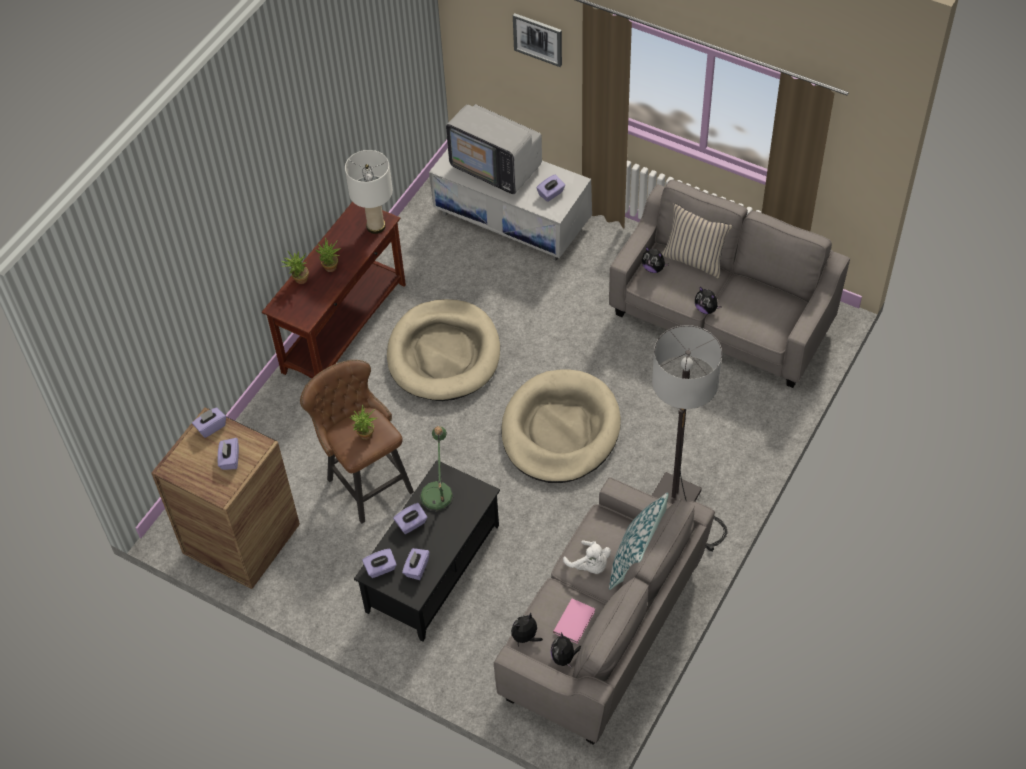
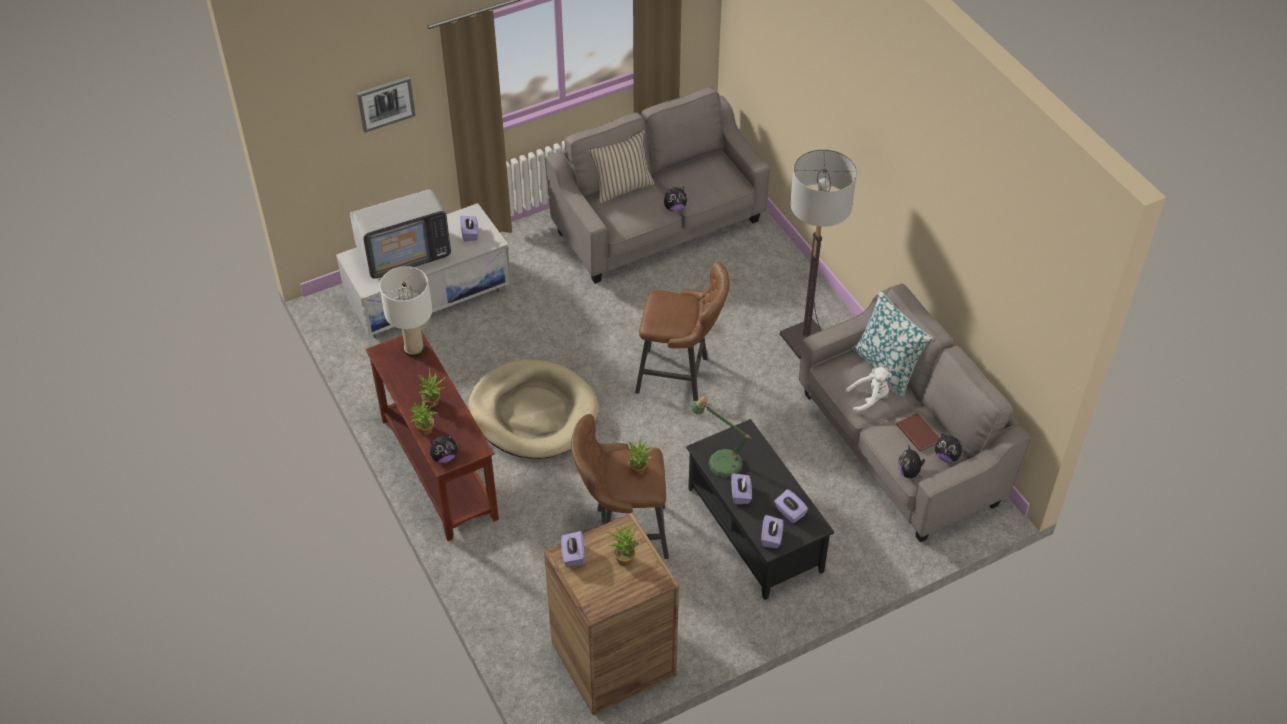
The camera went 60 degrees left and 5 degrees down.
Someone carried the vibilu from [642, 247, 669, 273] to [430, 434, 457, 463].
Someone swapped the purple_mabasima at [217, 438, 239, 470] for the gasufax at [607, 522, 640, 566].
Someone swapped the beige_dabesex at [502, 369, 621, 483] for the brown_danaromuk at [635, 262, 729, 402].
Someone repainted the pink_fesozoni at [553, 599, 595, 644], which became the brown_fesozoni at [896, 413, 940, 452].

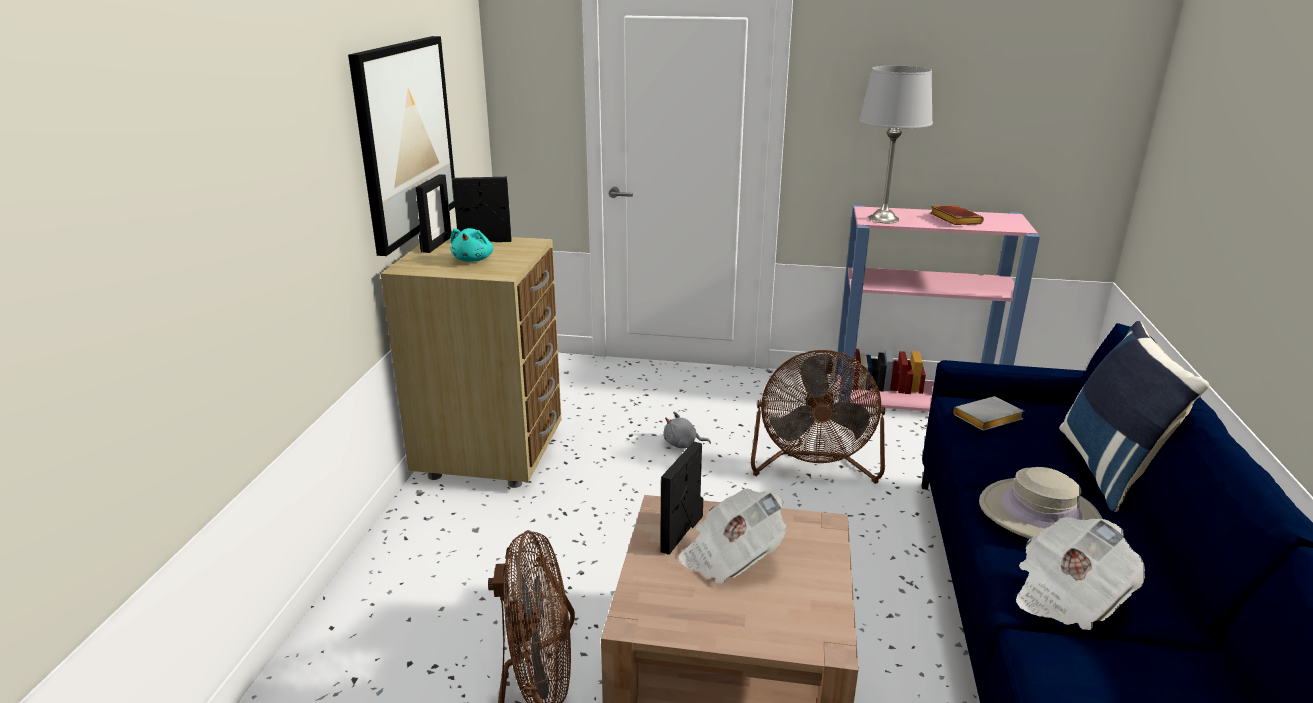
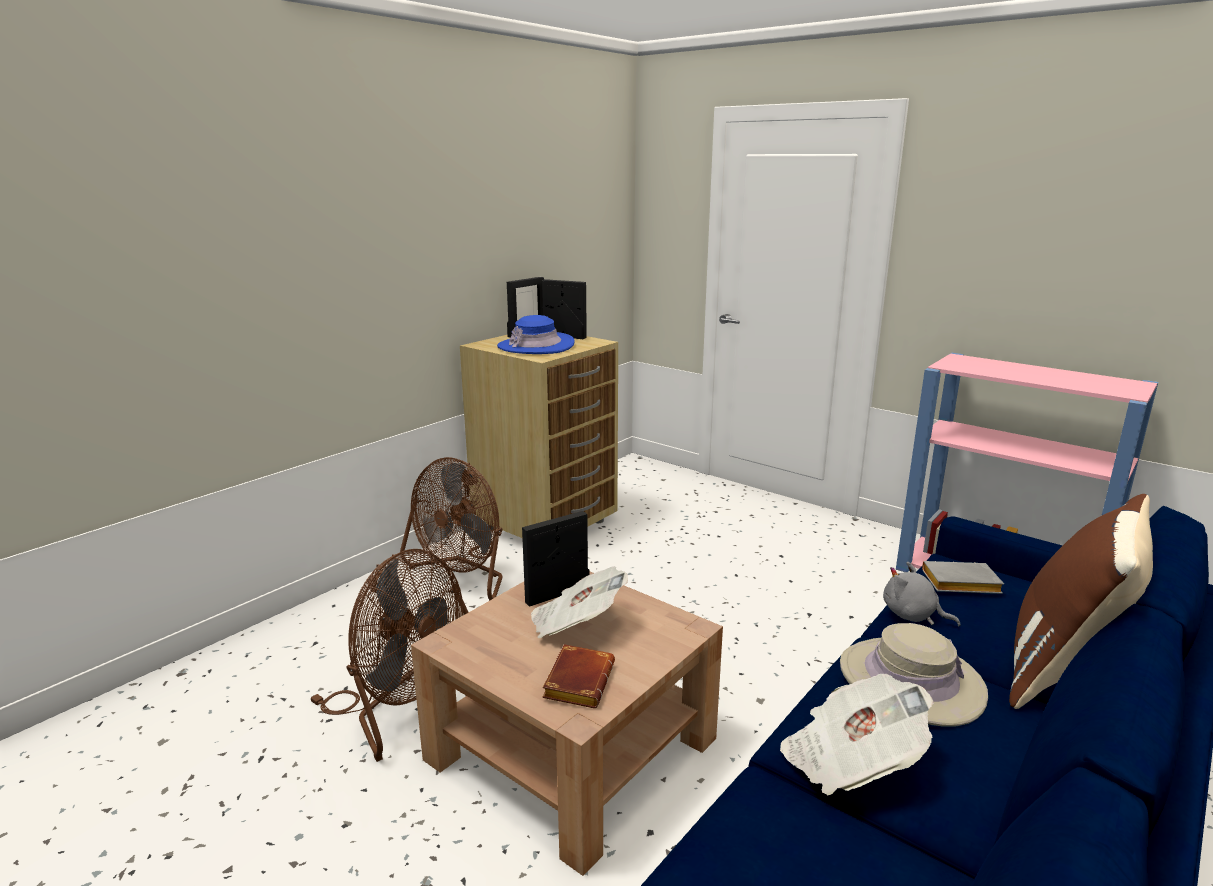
The camera went 30 degrees right and 5 degrees down.
Someone took away the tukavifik at [348, 36, 455, 256].
Someone took away the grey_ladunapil at [859, 66, 933, 223].
Someone carried the grey_vibilu from [663, 412, 711, 448] to [883, 562, 961, 626].
Someone carried the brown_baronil from [751, 350, 885, 484] to [400, 457, 503, 601].
Someone carried the brown_fesozoni from [930, 205, 984, 225] to [542, 644, 615, 708].
Someone swapped the turquoise_vibilu at [451, 228, 493, 262] for the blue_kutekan at [497, 315, 575, 354].
Someone repainted the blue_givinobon at [1059, 321, 1209, 512], which became the brown_givinobon at [1009, 494, 1153, 709].

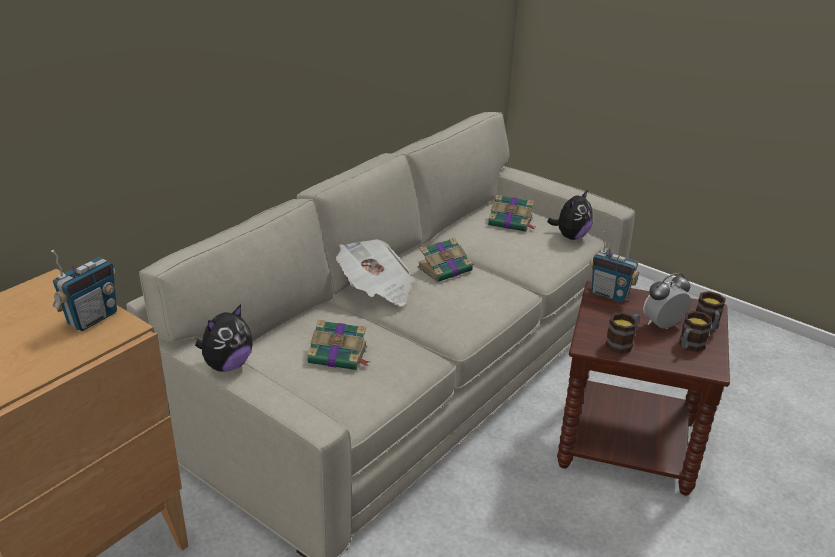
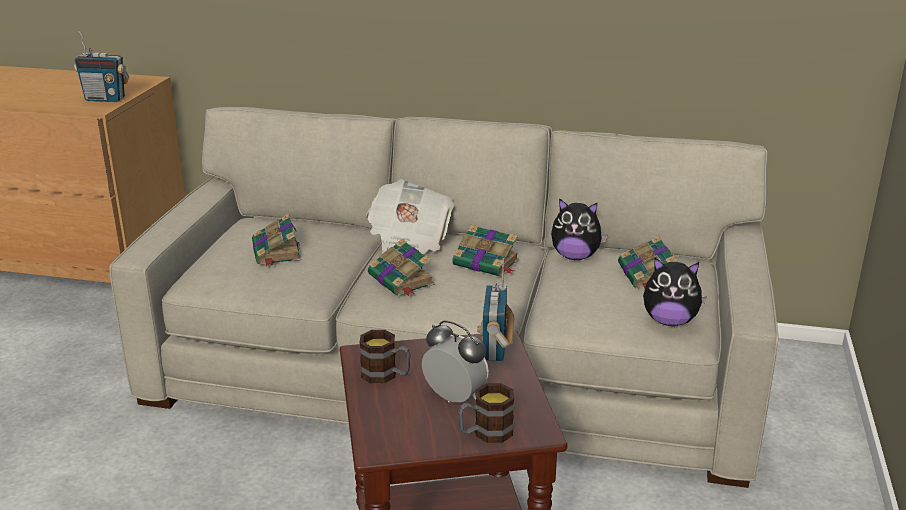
The camera went 65 degrees right and 5 degrees down.
Someone took away the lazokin at [679, 311, 712, 352].
Someone put down the fesozoni at [368, 239, 435, 296].
Someone carried the vibilu from [195, 304, 252, 372] to [551, 198, 608, 260].

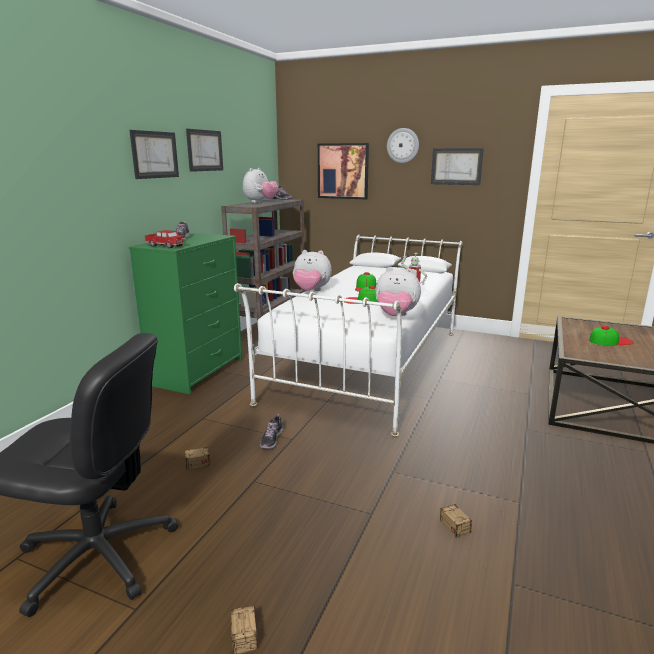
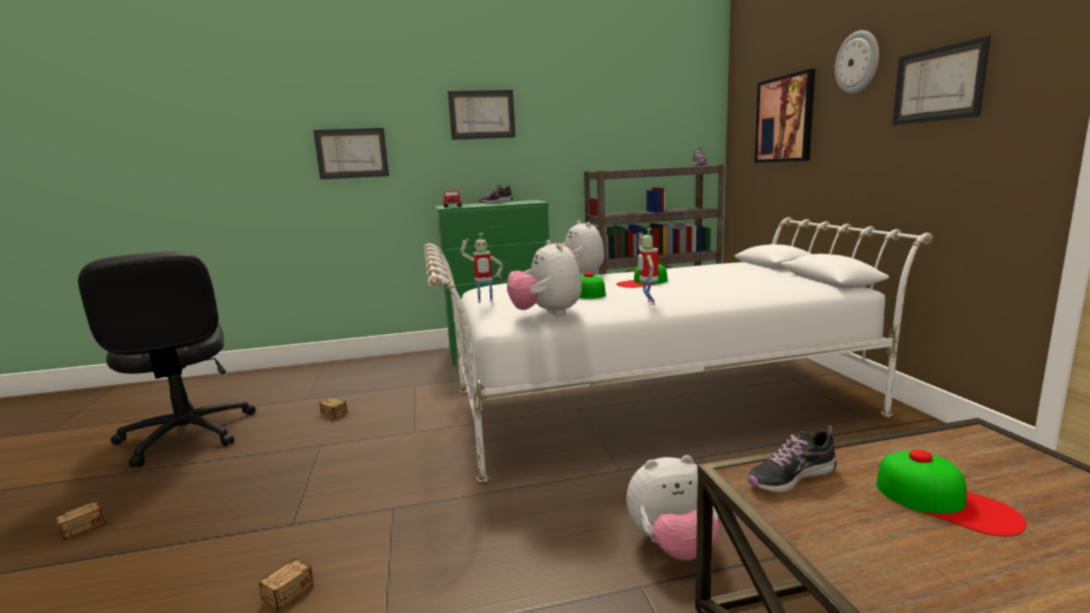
The camera went 55 degrees right and 5 degrees down.
Someone put down the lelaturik at [460, 233, 504, 303].
Someone carried the tukavifik from [186, 129, 223, 172] to [313, 128, 389, 179].
Someone carried the vibilu from [243, 168, 278, 203] to [626, 455, 719, 560].
Someone carried the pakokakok from [260, 413, 283, 449] to [747, 426, 837, 492].

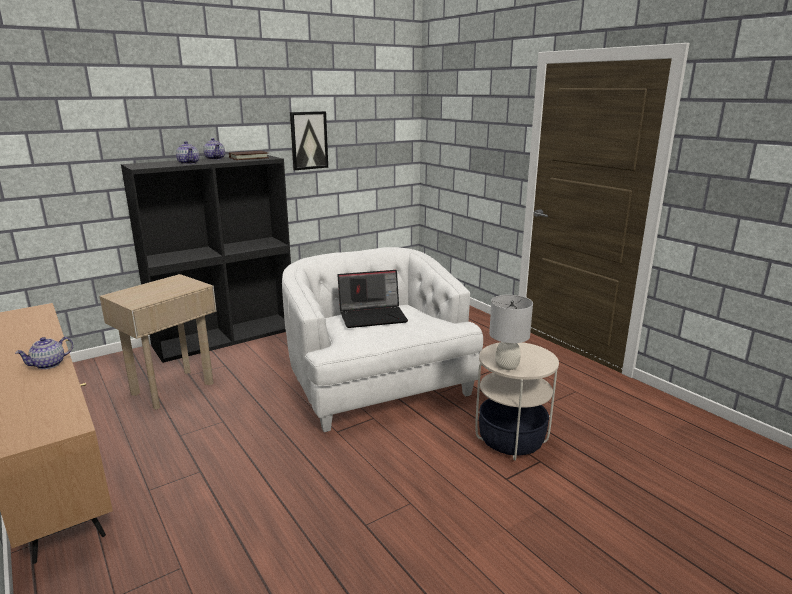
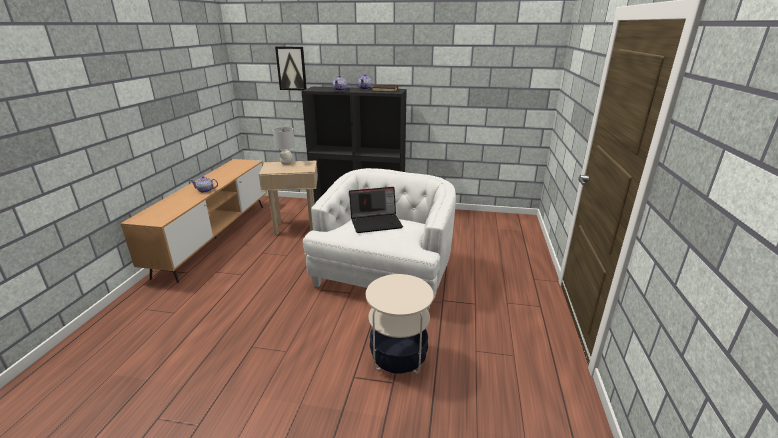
The camera went 45 degrees right and 5 degrees up.
Someone carried the tukavifik from [290, 111, 328, 170] to [275, 46, 307, 90].
Someone carried the grey_ladunapil from [489, 295, 533, 370] to [273, 127, 295, 165].
Someone rotated the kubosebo at [337, 270, 408, 328] by 45 degrees counterclockwise.

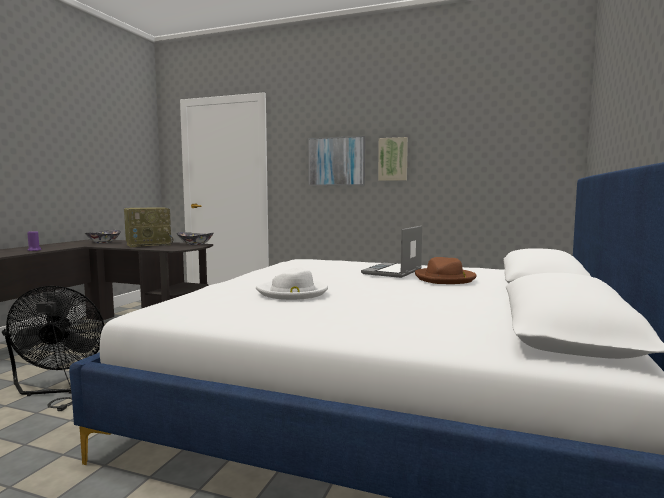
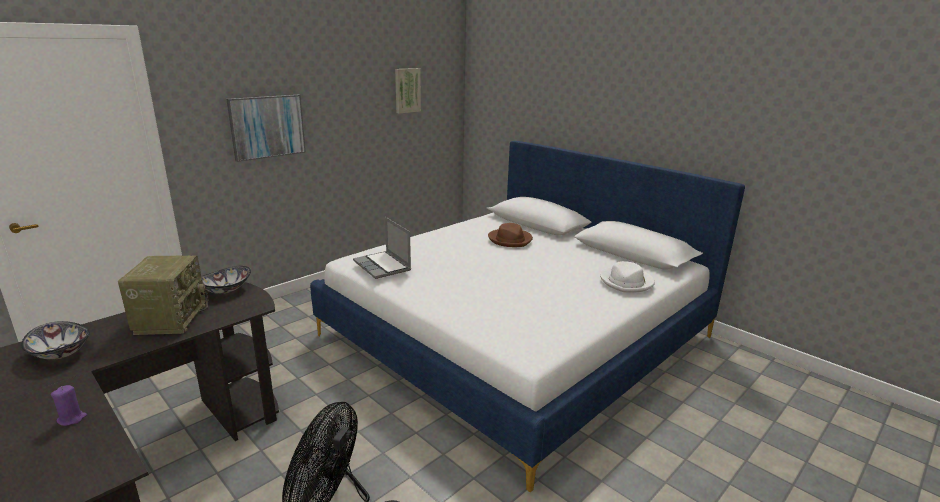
The camera went 65 degrees left and 15 degrees up.
Someone carried the white_kutekan from [256, 267, 328, 300] to [600, 261, 655, 293].
Someone carried the kubosebo from [361, 226, 422, 278] to [353, 217, 411, 279].
Someone carried the tukavifik from [378, 137, 408, 181] to [395, 68, 421, 114].

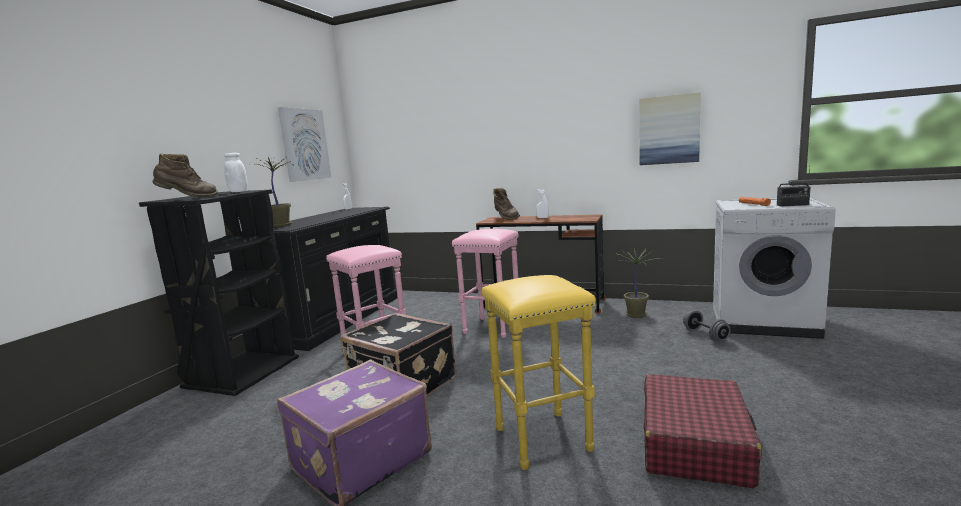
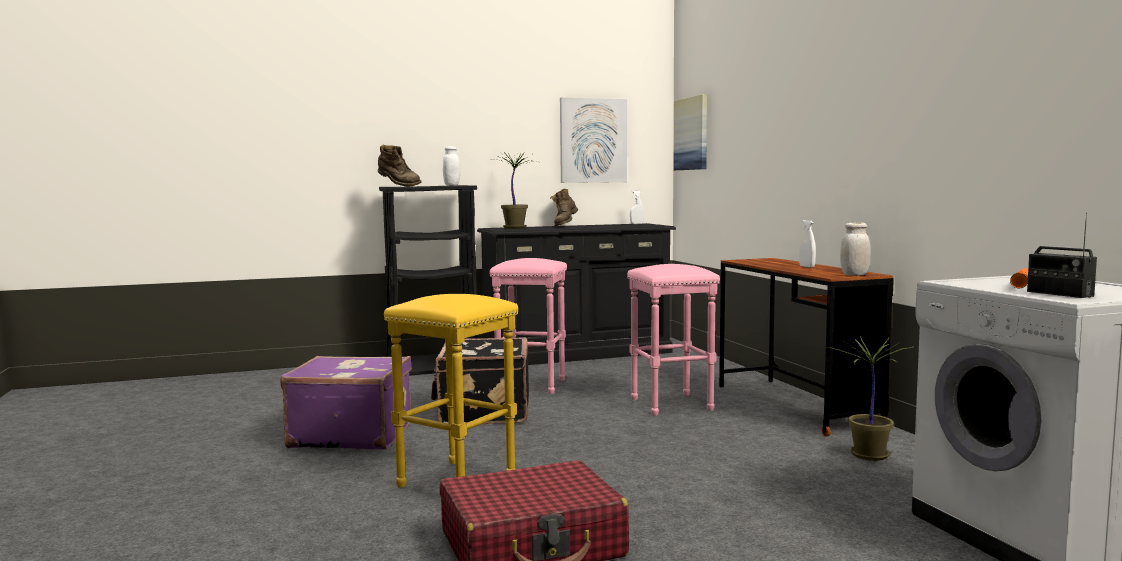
The camera went 50 degrees right and 5 degrees down.
Someone took away the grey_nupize at [683, 310, 731, 342].
Someone put down the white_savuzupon at [840, 223, 870, 276].
Someone carried the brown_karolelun from [493, 188, 520, 220] to [550, 189, 578, 227].
Someone carried the tukavifik from [639, 92, 701, 165] to [674, 94, 707, 170].

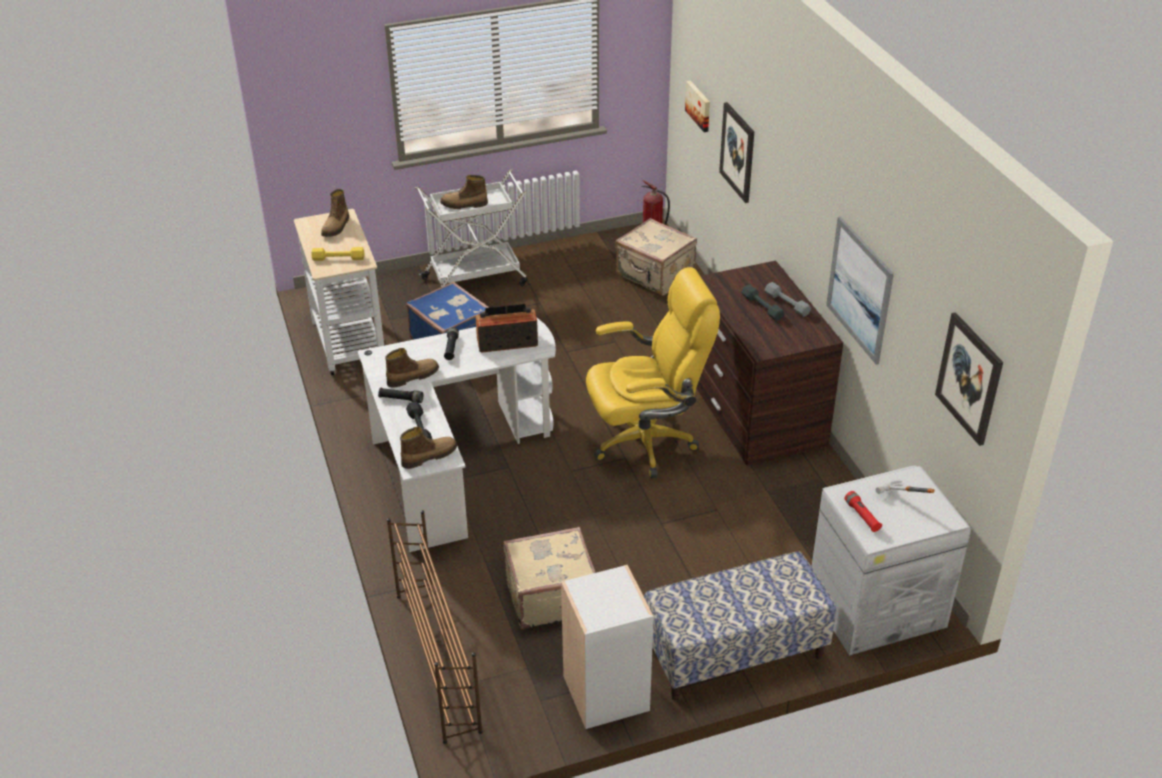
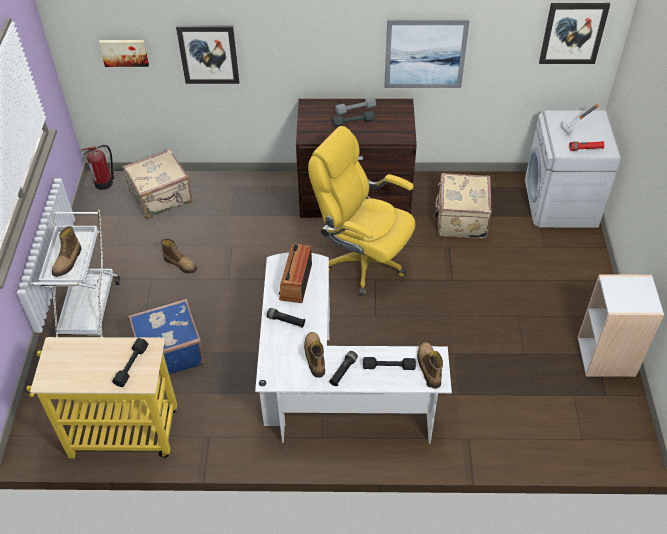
The camera went 70 degrees left and 10 degrees up.
Someone took away the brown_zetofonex at [387, 510, 483, 744].
Someone took away the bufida at [644, 551, 836, 700].
Someone carried the karolelun from [321, 189, 349, 237] to [161, 238, 197, 273].
Someone carried the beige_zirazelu from [503, 527, 596, 630] to [434, 173, 492, 239].
Someone repainted the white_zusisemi at [294, 209, 384, 375], which became the yellow_zusisemi at [27, 337, 177, 458].
Someone repainted the yellow_nupize at [311, 247, 364, 261], which became the black_nupize at [112, 338, 148, 387].
Someone rotated the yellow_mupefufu at [586, 267, 720, 478] by 60 degrees counterclockwise.

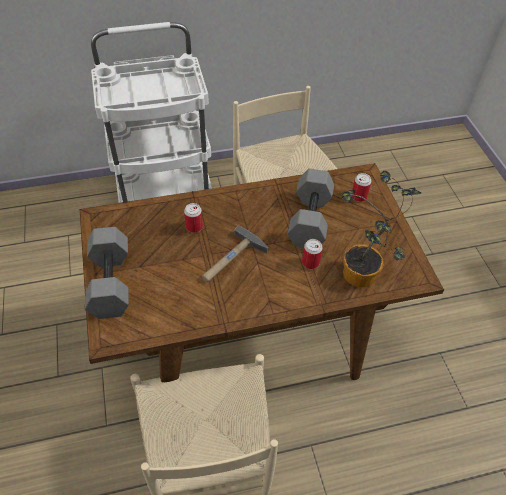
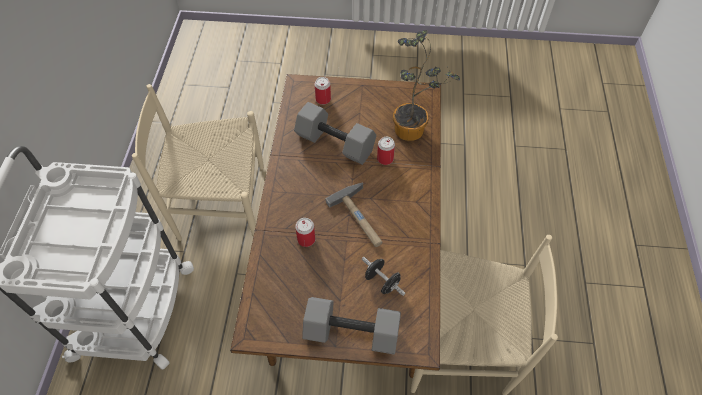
The camera went 70 degrees left and 5 degrees up.
Someone put down the black_nupize at [362, 257, 405, 296].

